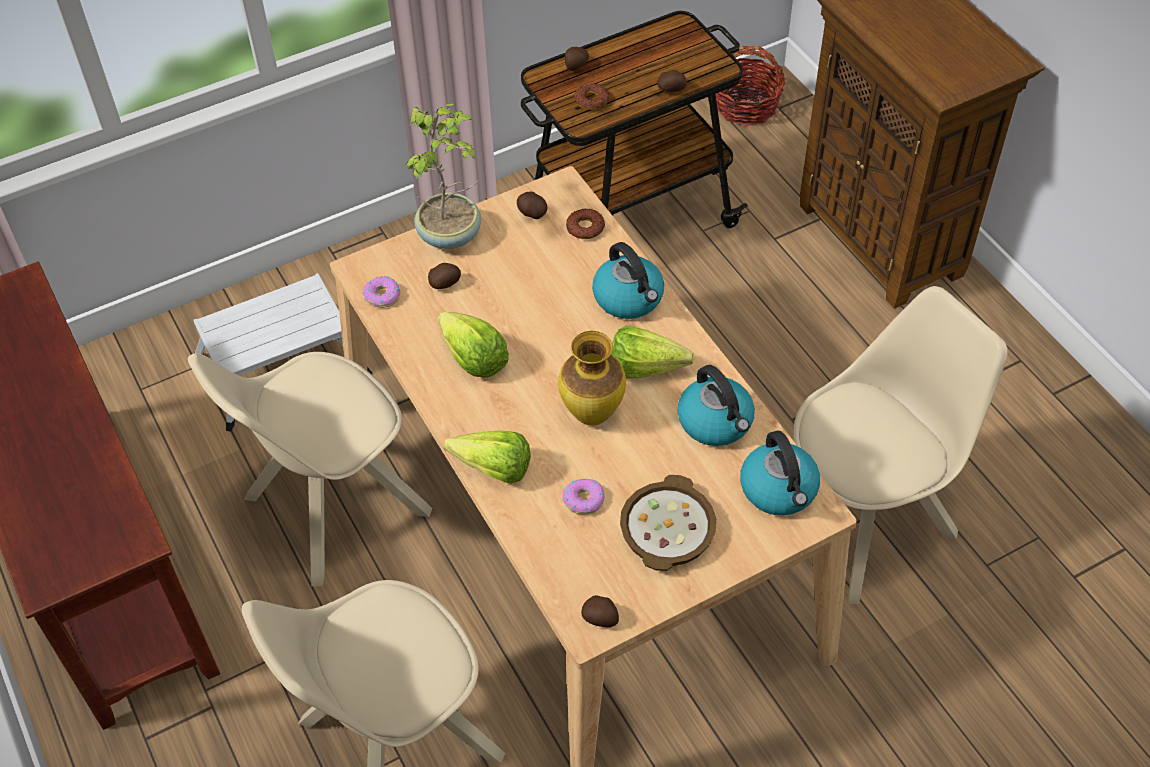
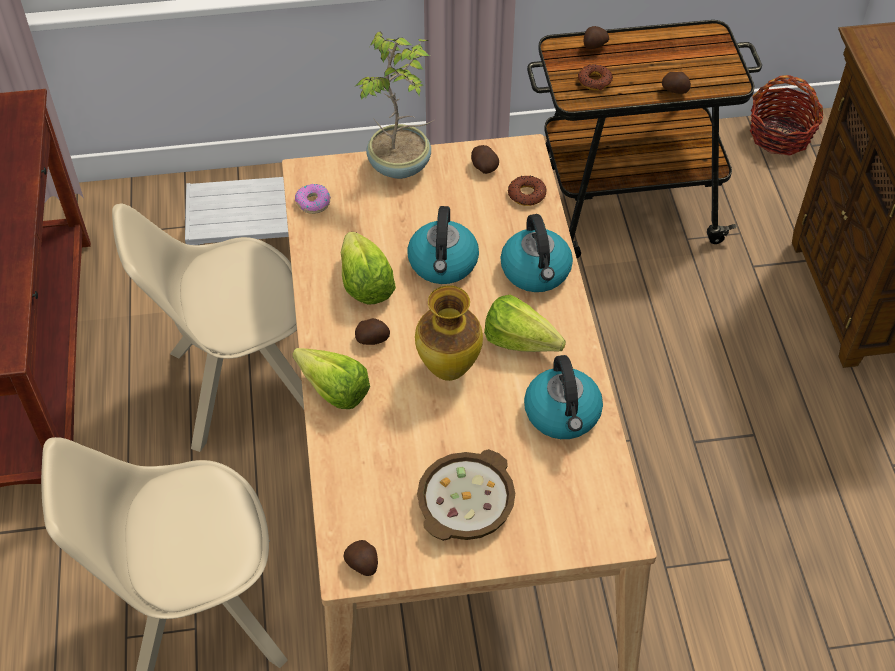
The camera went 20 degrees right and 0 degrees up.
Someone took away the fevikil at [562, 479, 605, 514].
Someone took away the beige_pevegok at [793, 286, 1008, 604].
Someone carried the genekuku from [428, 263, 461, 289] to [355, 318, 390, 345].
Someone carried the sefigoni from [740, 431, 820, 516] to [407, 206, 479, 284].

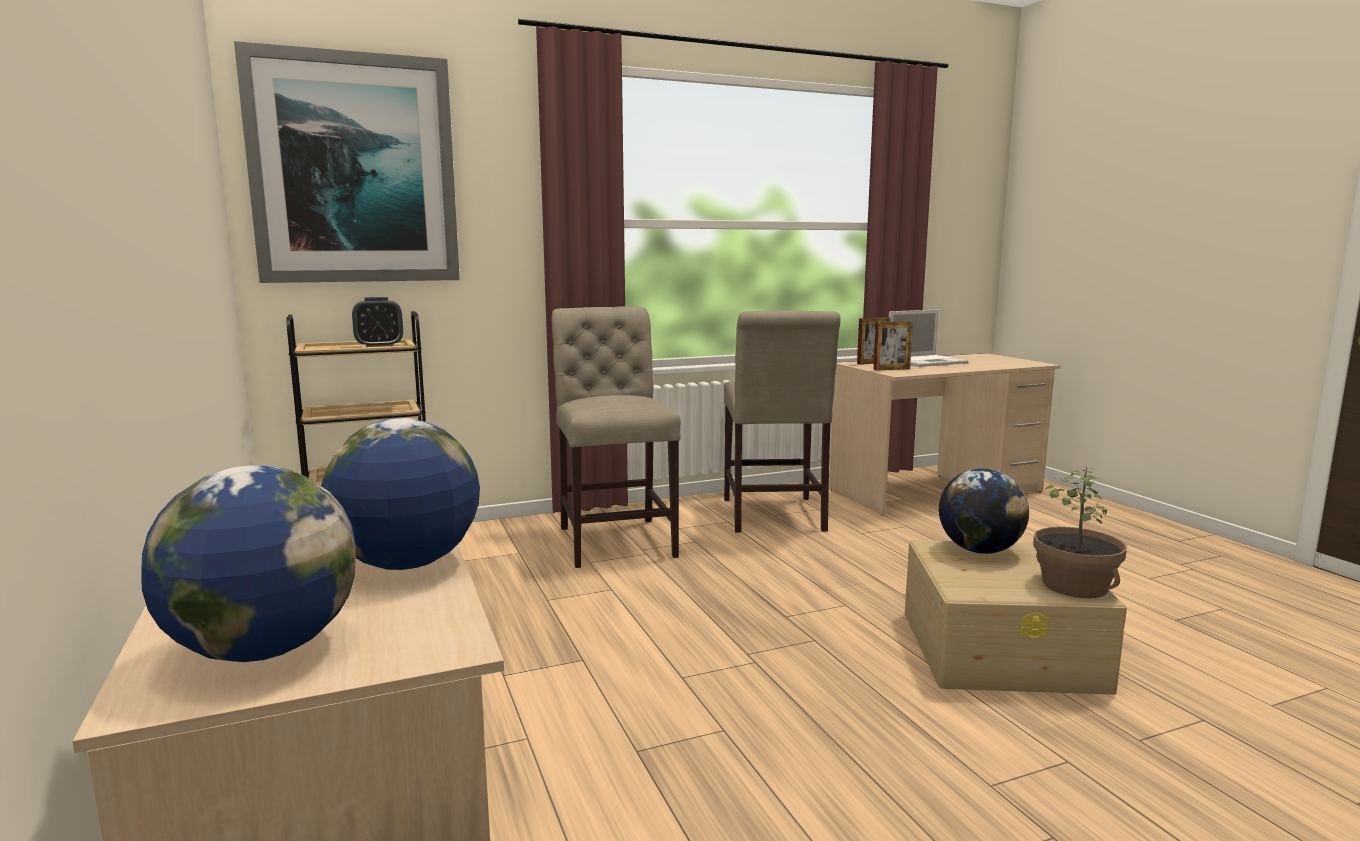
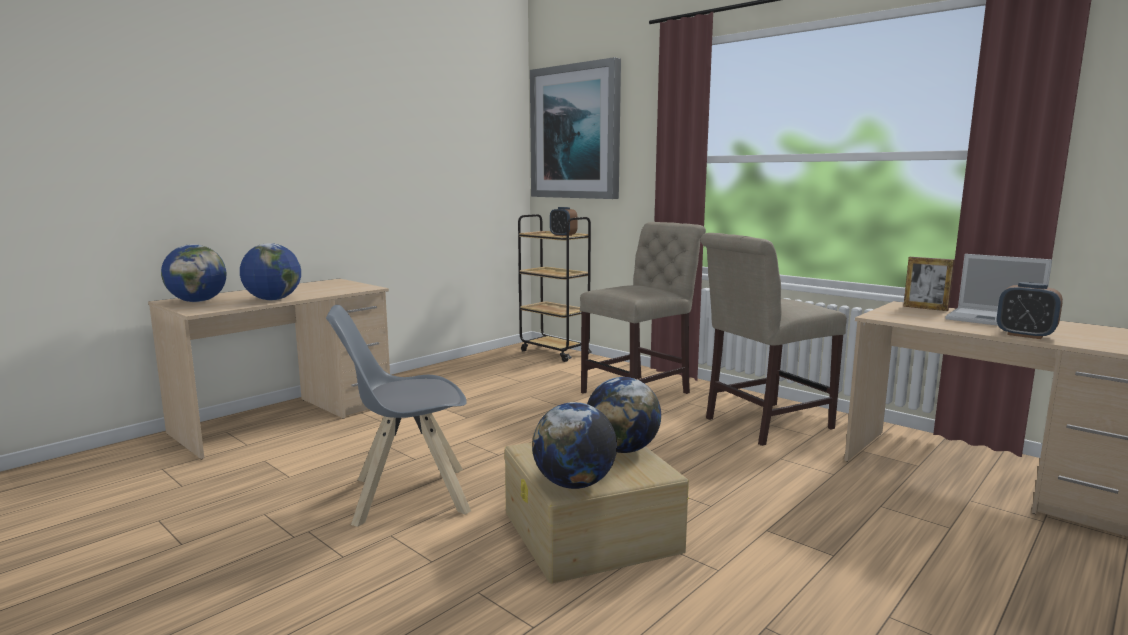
The camera went 65 degrees right and 0 degrees up.
Someone took away the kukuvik at [873, 321, 913, 370].
Someone put down the grey_pevegok at [326, 305, 471, 527].
Someone put down the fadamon at [997, 282, 1063, 339].
Someone swapped the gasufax at [1033, 467, 1127, 598] for the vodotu at [532, 402, 617, 489].

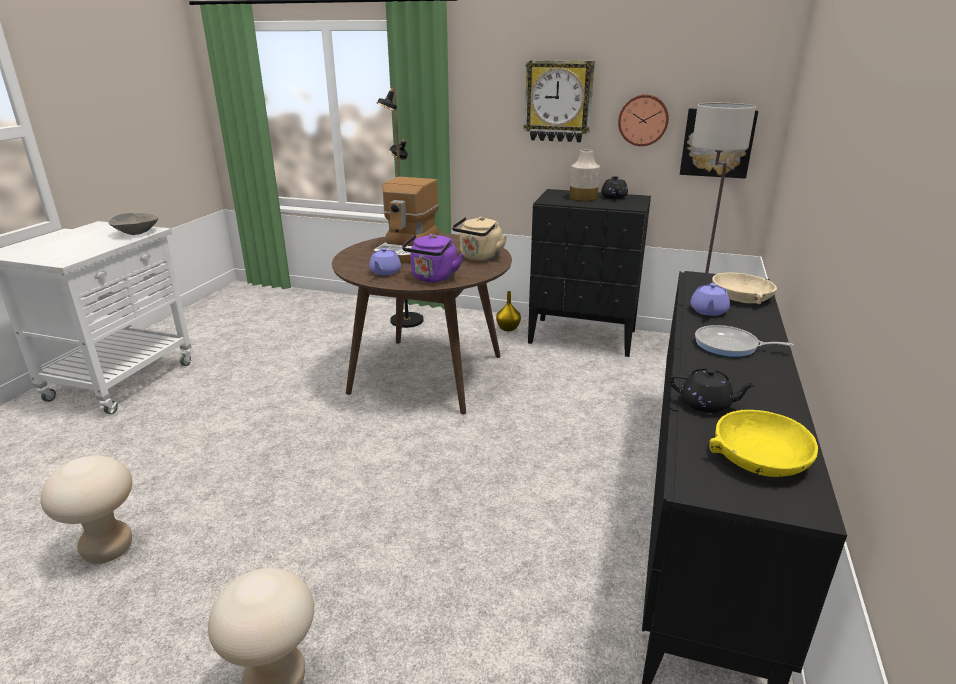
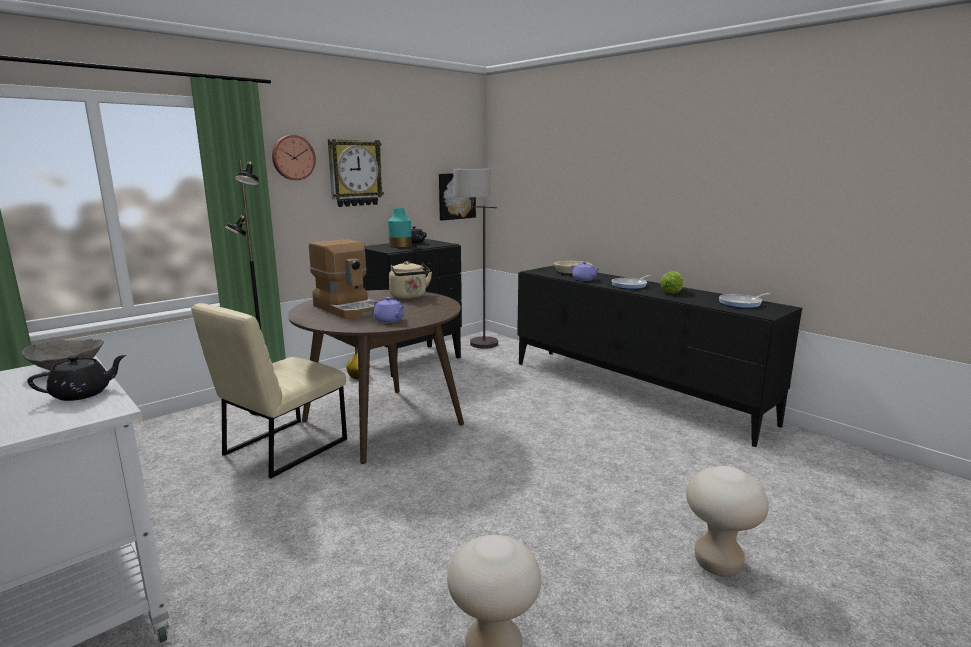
The camera went 60 degrees left and 10 degrees down.
Someone took away the purple_sefigoni at [402, 234, 463, 282].
Someone put down the beige_pevegok at [191, 303, 347, 478].
Someone put down the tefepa at [660, 271, 683, 294].
Someone carried the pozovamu from [618, 95, 669, 146] to [272, 135, 316, 180].
Someone carried the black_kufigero from [670, 368, 756, 413] to [27, 355, 126, 401].
Someone swapped the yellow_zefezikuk at [709, 410, 818, 477] for the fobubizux at [719, 293, 770, 308].
Someone repainted the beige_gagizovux at [569, 150, 600, 201], which became the turquoise_gagizovux at [388, 208, 412, 248].

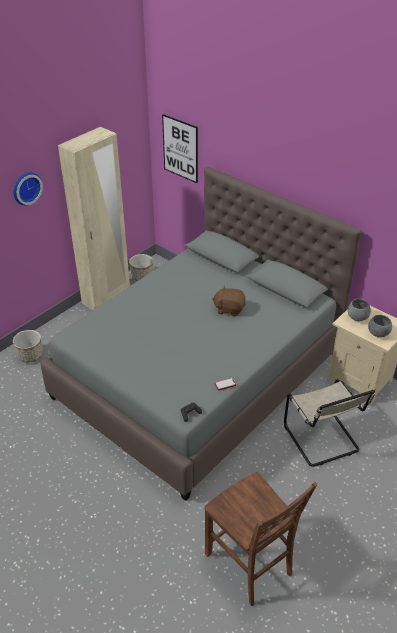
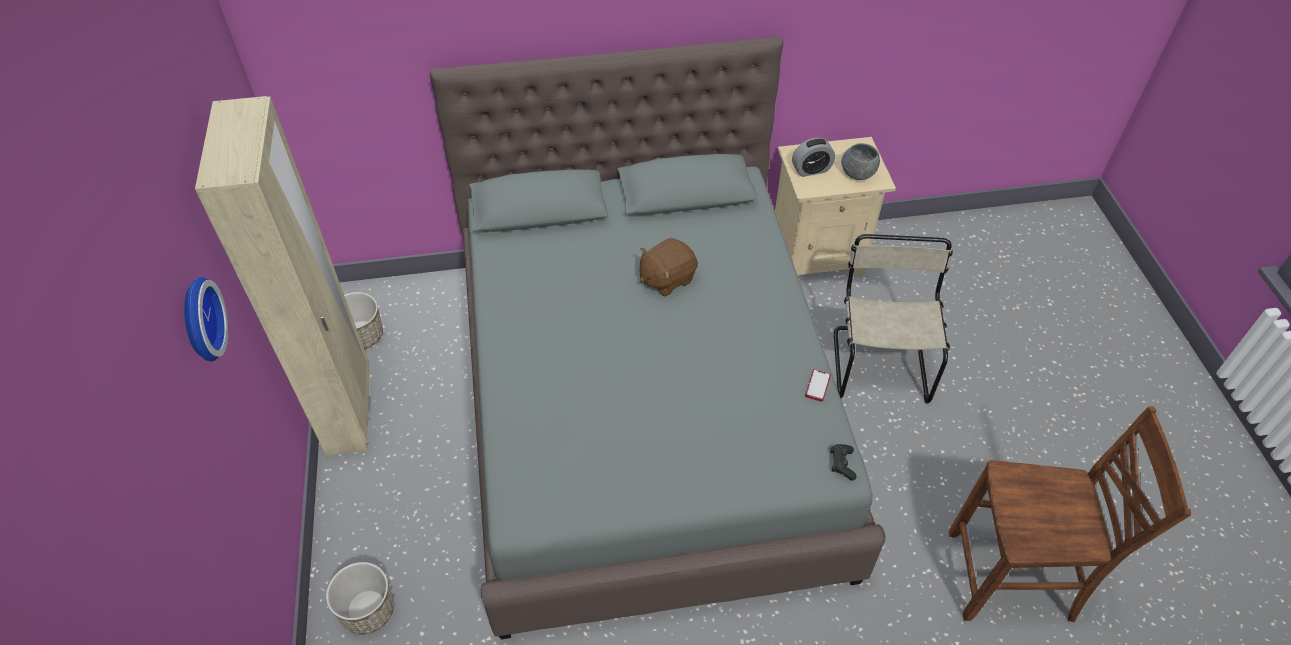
The camera went 50 degrees left and 10 degrees up.
Someone took away the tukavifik at [162, 114, 198, 183].
Someone swapped the grey_zefezikuk at [348, 299, 371, 321] for the fadamon at [792, 138, 835, 177].
Someone rotated the beige_pevegok at [284, 379, 375, 467] by 105 degrees counterclockwise.

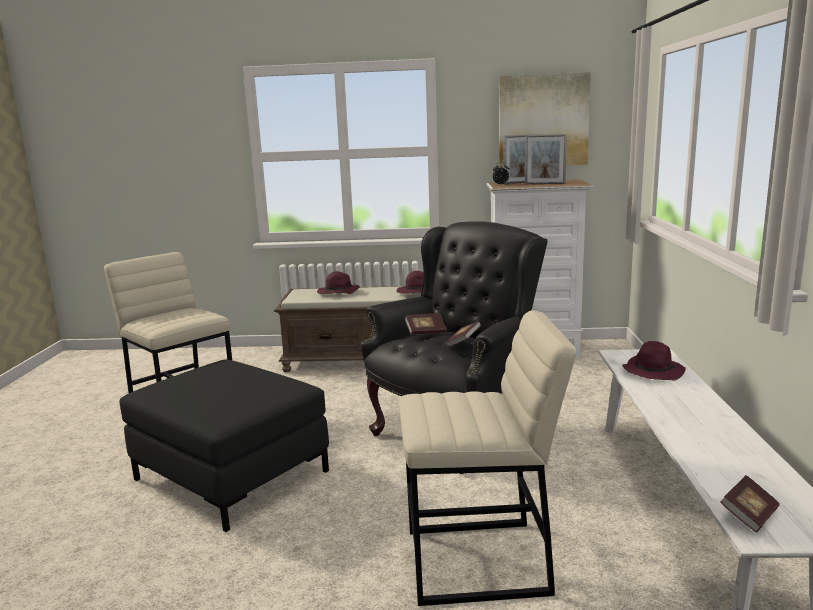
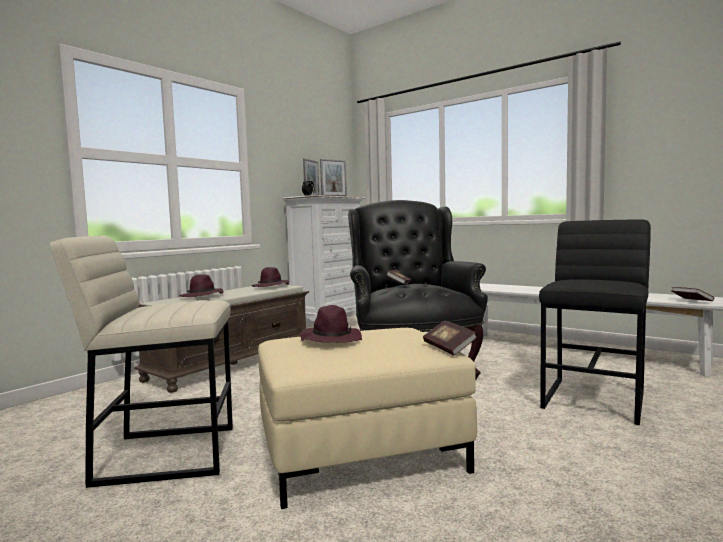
The camera went 55 degrees left and 10 degrees down.
Someone took away the tukavifik at [499, 72, 591, 168].
Someone carried the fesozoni from [446, 321, 481, 347] to [423, 321, 477, 355].
Someone carried the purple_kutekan from [622, 341, 686, 380] to [300, 305, 362, 343].
Someone repainted the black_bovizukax at [119, 360, 329, 532], which became the beige_bovizukax at [258, 328, 477, 509].
Someone repainted the beige_pevegok at [399, 310, 576, 606], which became the black_pevegok at [539, 219, 651, 425].

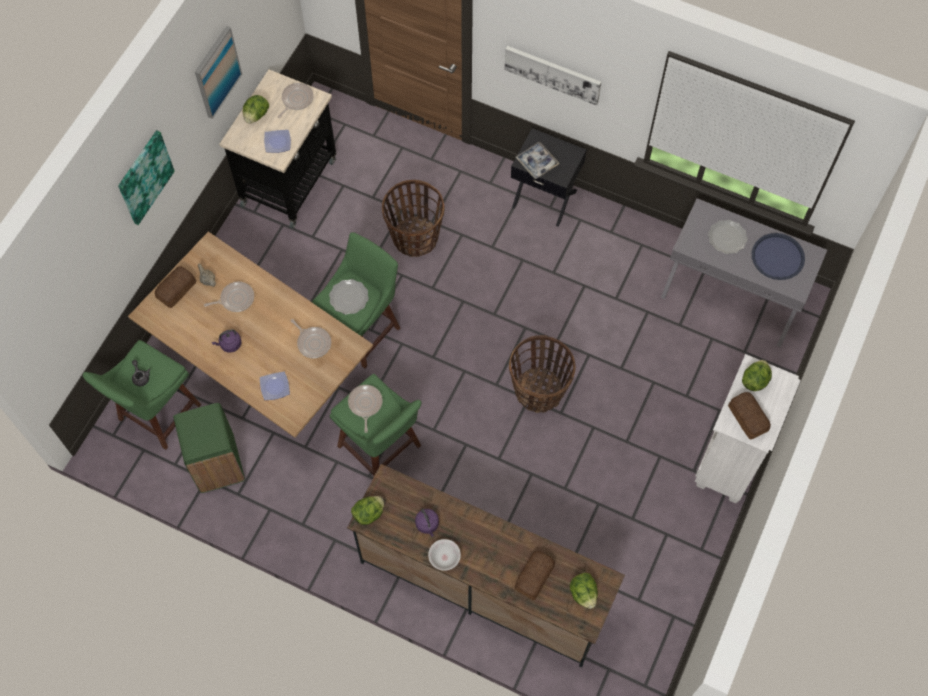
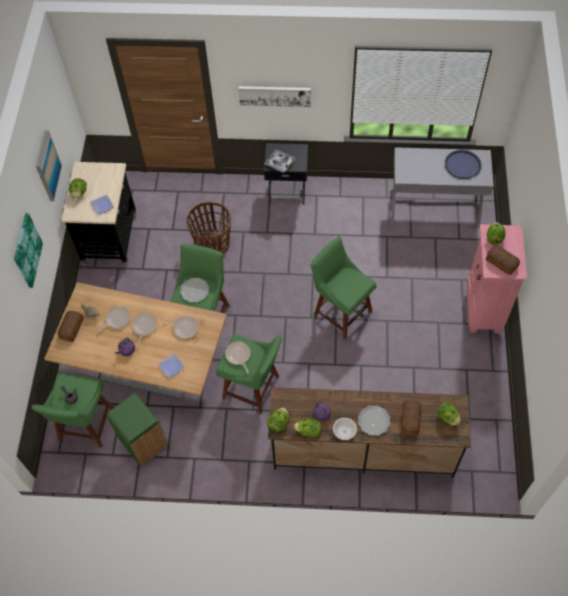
The camera went 20 degrees left and 5 degrees down.
Someone put down the tefepa at [293, 419, 321, 437].
Someone carried the fobubizux from [278, 83, 314, 118] to [132, 313, 157, 346].
Someone carried the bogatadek from [708, 220, 748, 254] to [358, 405, 390, 436].
Someone swapped the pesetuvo at [509, 335, 576, 413] for the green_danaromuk at [311, 237, 377, 339].
Someone repainted the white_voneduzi at [695, 354, 801, 503], which became the pink_voneduzi at [466, 224, 527, 334].

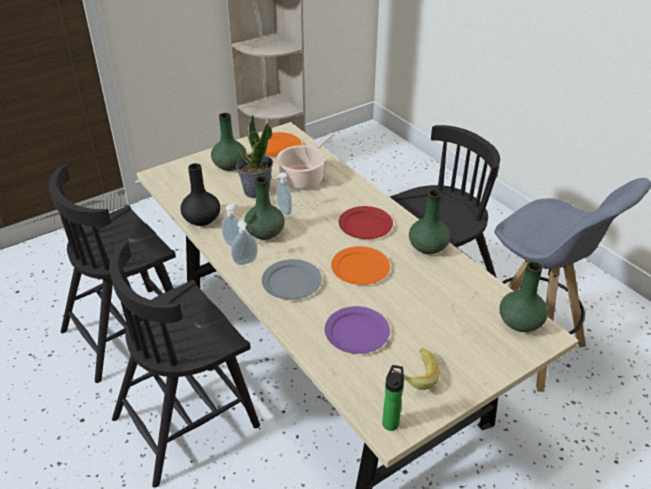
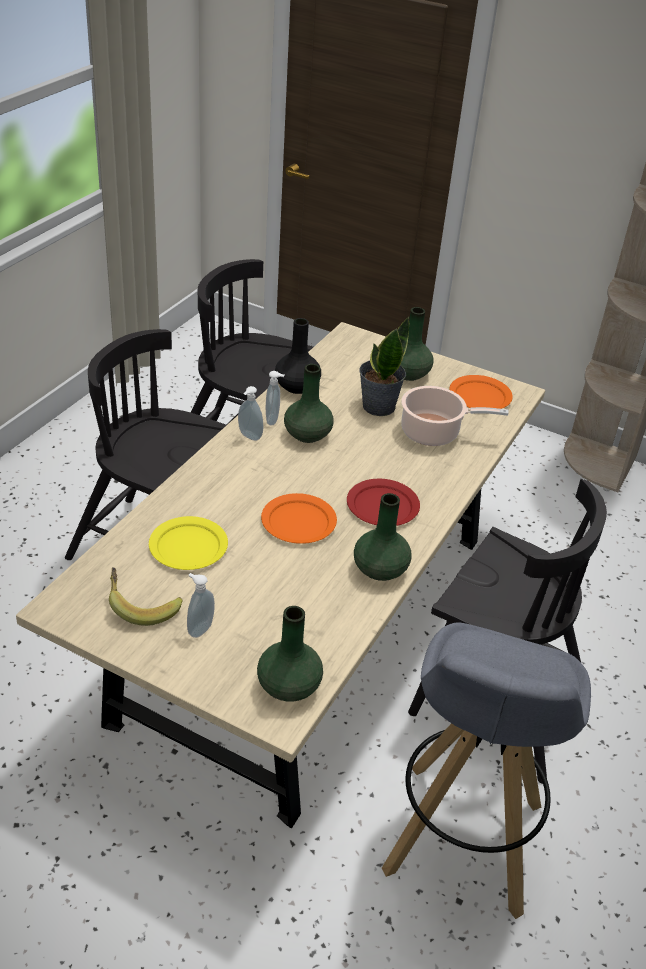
The camera went 60 degrees right and 0 degrees up.
Someone took away the grey_bogatadek at [262, 259, 322, 300].
Someone took away the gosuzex at [382, 365, 404, 431].
Someone carried the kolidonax from [276, 172, 292, 215] to [187, 573, 215, 638].
Someone repainted the purple_bogatadek at [325, 306, 390, 354], which became the yellow_bogatadek at [149, 516, 228, 570].

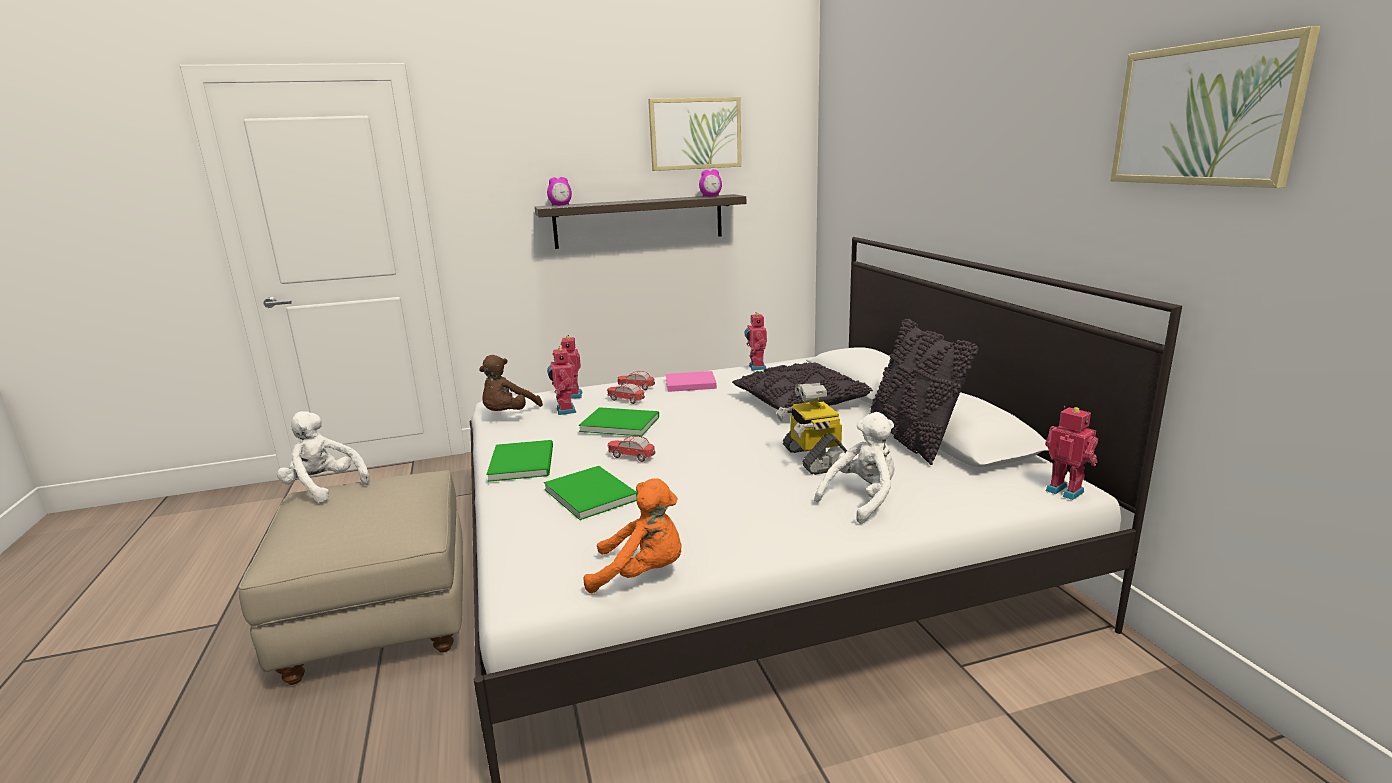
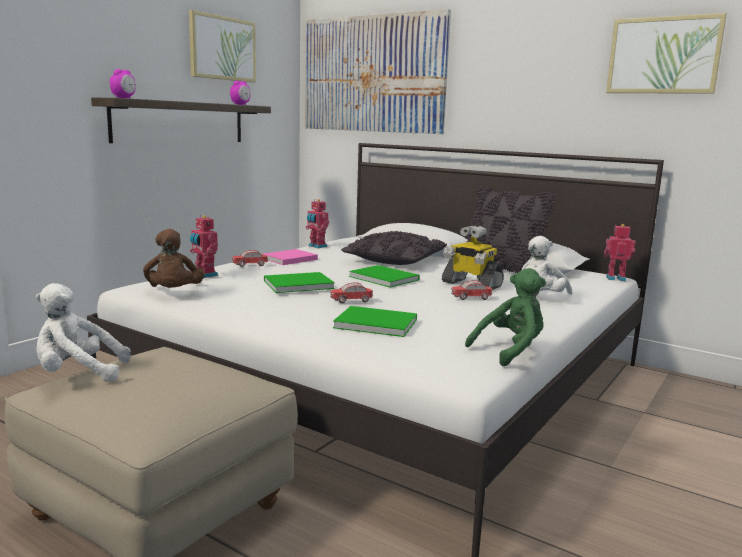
The camera went 40 degrees left and 5 degrees down.
Someone took away the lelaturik at [547, 346, 576, 415].
Someone put up the tukavifik at [305, 9, 451, 134].
Someone carried the green_fesozoni from [486, 440, 553, 482] to [349, 265, 420, 287].
Someone carried the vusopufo from [607, 383, 645, 404] to [451, 280, 492, 300].
Someone repainted the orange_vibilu at [583, 478, 682, 594], which became the green_vibilu at [465, 268, 546, 366].
Someone rotated the white_vibilu at [814, 412, 894, 524] by 150 degrees counterclockwise.

